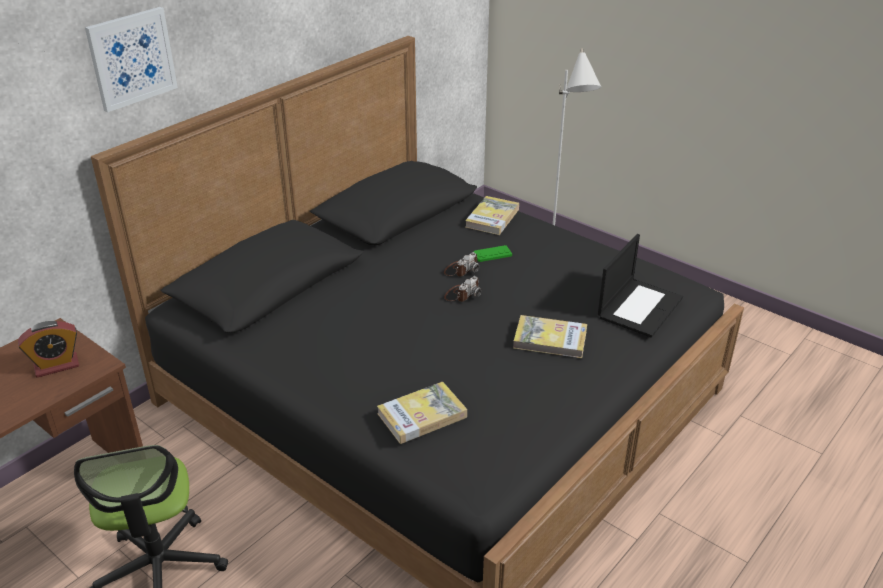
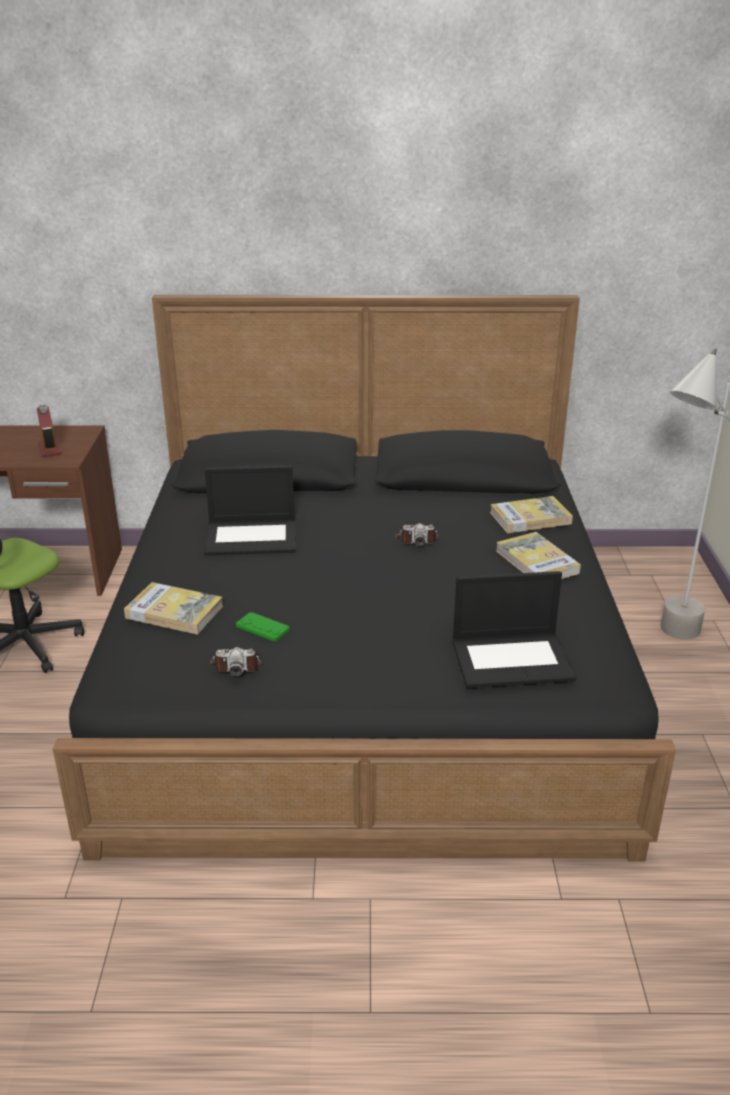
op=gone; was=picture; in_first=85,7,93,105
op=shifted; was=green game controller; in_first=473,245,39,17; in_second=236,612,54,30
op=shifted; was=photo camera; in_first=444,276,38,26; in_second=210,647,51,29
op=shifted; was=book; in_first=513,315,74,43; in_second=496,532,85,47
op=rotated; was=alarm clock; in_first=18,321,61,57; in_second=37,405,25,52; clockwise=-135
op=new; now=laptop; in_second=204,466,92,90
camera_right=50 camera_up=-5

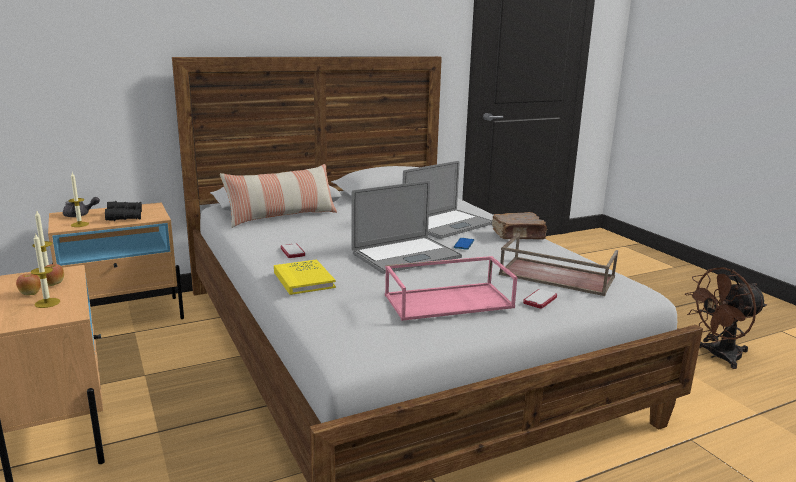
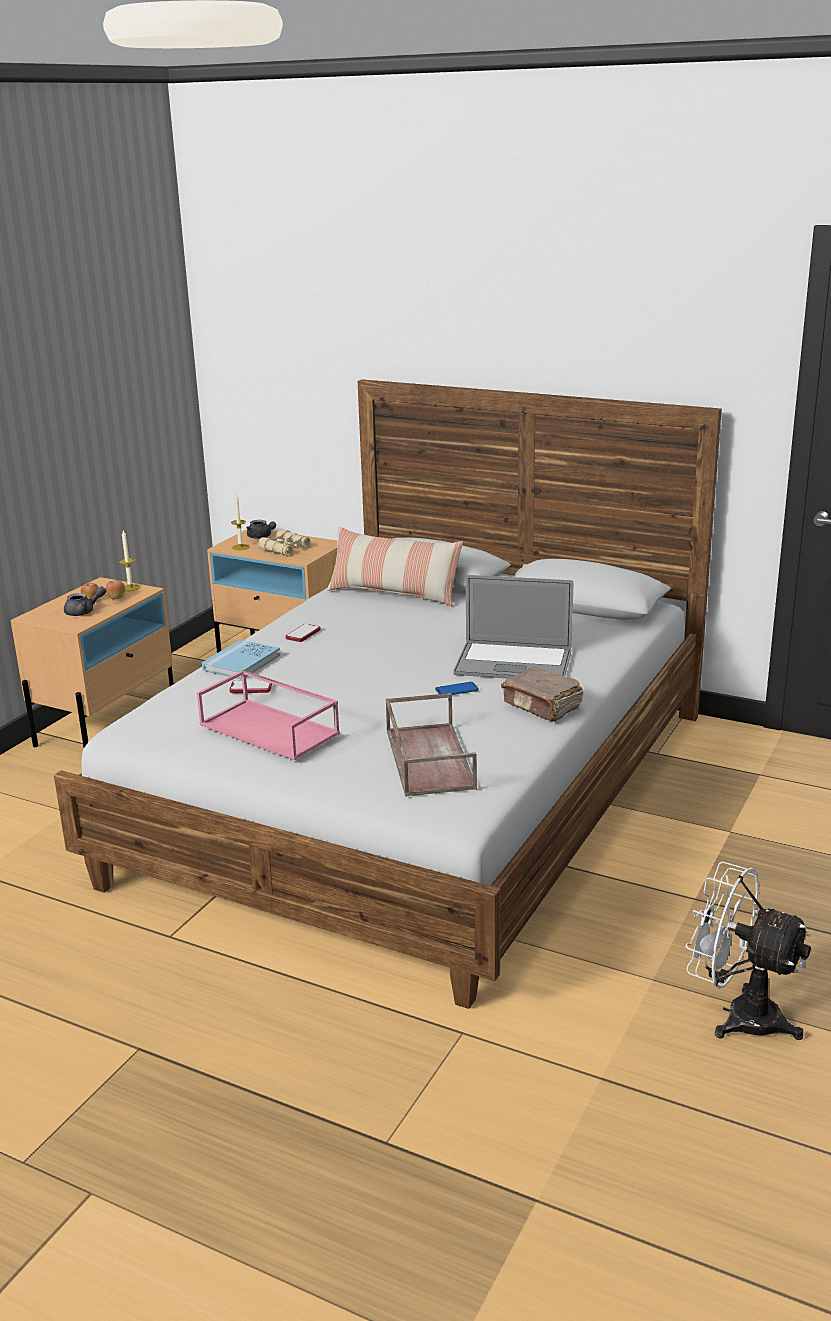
op=gone; was=laptop; in_first=351,181,111,93
op=repainted; was=black binoculars; now=beige binoculars; in_first=105,201,37,20; in_second=258,529,52,27
op=swapped; was=candle; now=grey teapot; in_first=31,233,29,75; in_second=64,586,42,30
op=repainted; was=yellow book; now=blue book; in_first=274,259,62,36; in_second=202,640,78,40
op=repainted; was=brown fan; now=white fan; in_first=685,267,82,102; in_second=685,861,126,179
op=shifted; was=phone; in_first=523,289,34,20; in_second=229,680,43,13
camera_right=55 camera_up=5

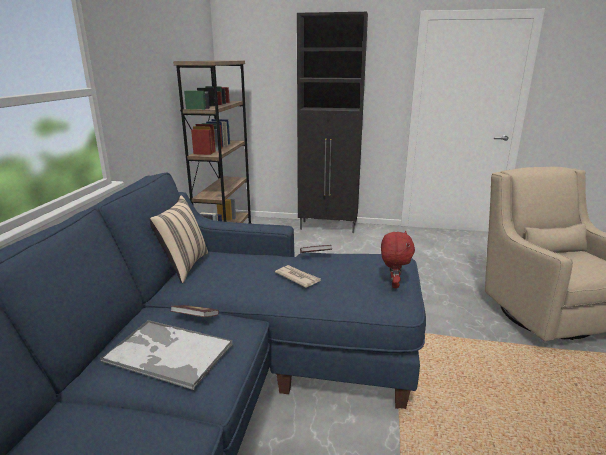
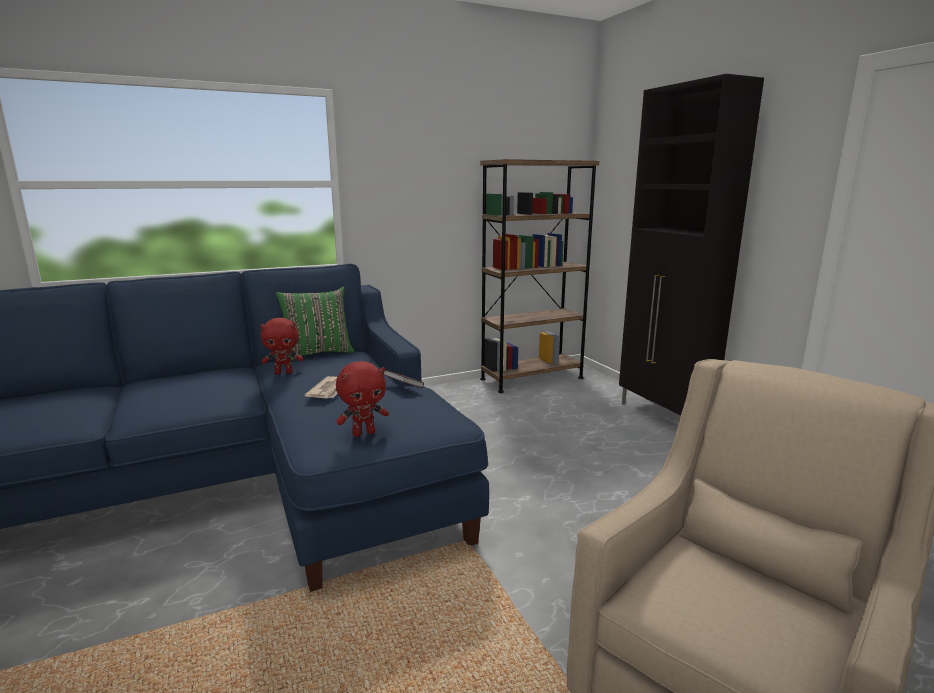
op=repainted; was=beige pillow; now=green pillow; in_first=150,195,58,88; in_second=276,286,79,75
op=gone; was=book; in_first=170,305,49,12
op=gone; was=tray; in_first=100,320,133,70
op=new; now=red plush toy; in_second=260,318,43,57
camera_right=55 camera_up=-5

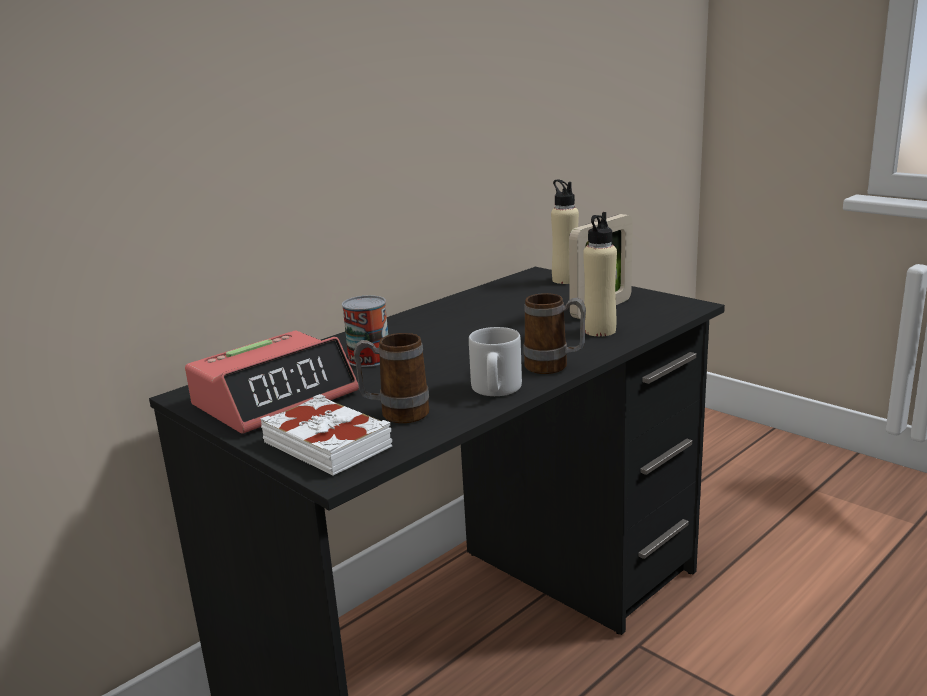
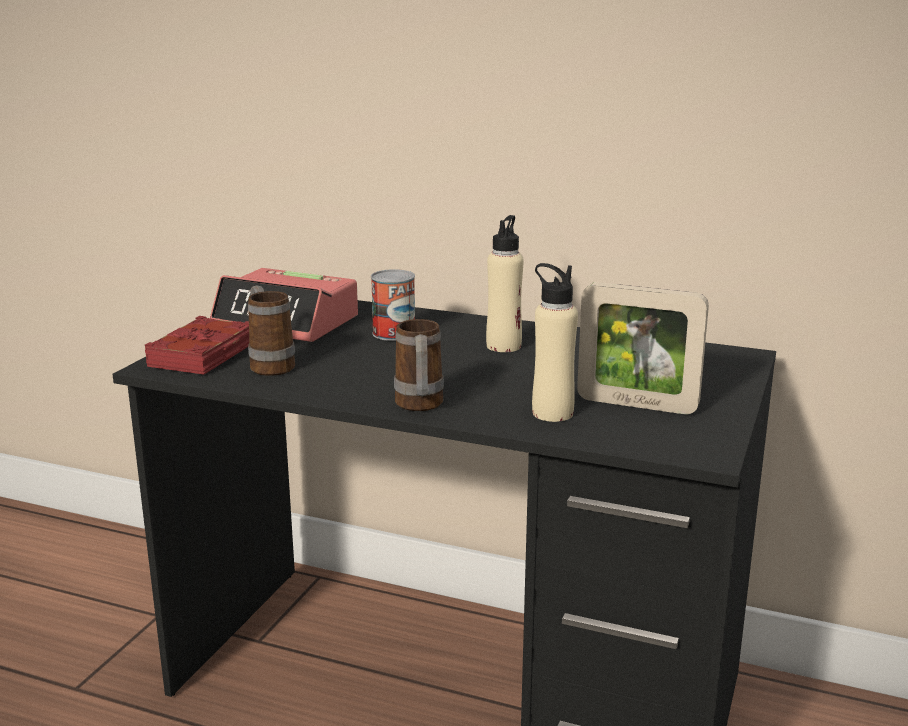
op=shifted; was=beige bottle; in_first=551,179,28,105; in_second=486,215,38,137
op=gone; was=grey mug; in_first=469,327,53,69
op=repainted; was=white book; now=red book; in_first=260,394,132,82; in_second=145,316,104,59
camera_right=65 camera_up=0

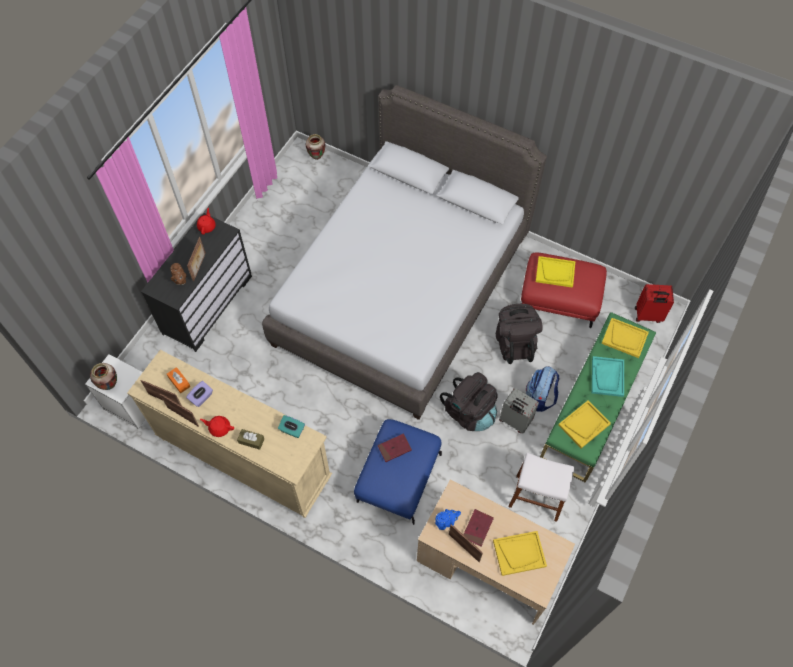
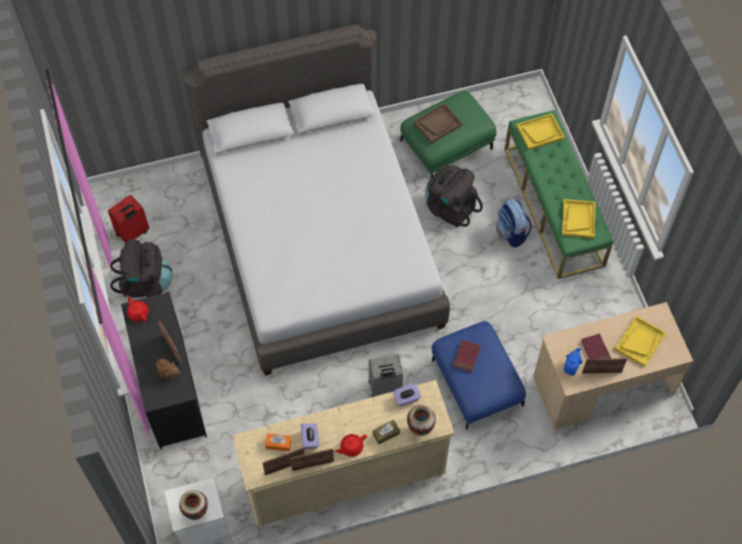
op=shifted; was=vase; in_first=305,134,20,26; in_second=407,405,29,31
op=repainted; was=red ottoman; now=green ottoman; in_first=521,253,86,75; in_second=400,91,97,87
op=repainted; was=yellow tray; now=brown tray; in_first=536,256,39,32; in_second=414,103,49,41
op=shifted; was=red suitcase; in_first=635,284,39,39; in_second=108,195,41,49
op=gone; was=turquoise tray; in_first=592,356,32,41
op=shifted; was=black backpack; in_first=440,372,58,59; in_second=110,239,63,59
op=shifted; was=grey suitcase; in_first=499,388,40,45; in_second=369,355,34,42
op=repainted; was=turquoise tissue box; now=purple tissue box; in_first=278,415,27,23; in_second=393,383,28,23
op=gone; was=white stool; in_first=508,453,66,69
camera_right=-45 camera_up=0

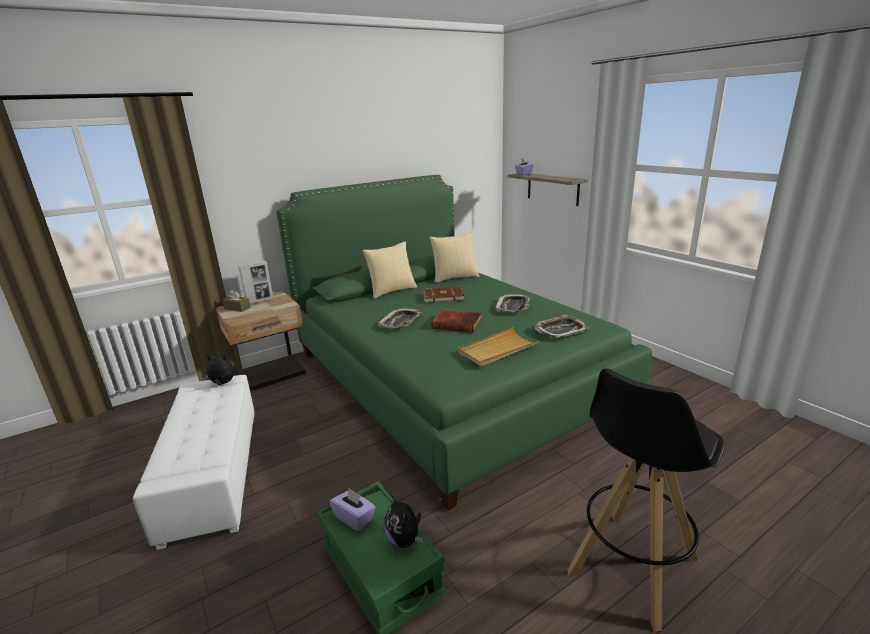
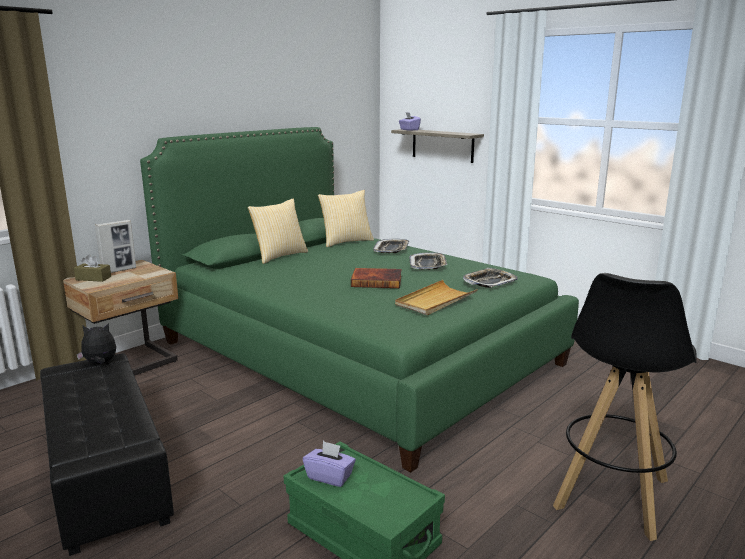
op=gone; was=brown book; in_first=423,287,41,16
op=shifted; was=tray; in_first=378,308,44,21; in_second=373,239,36,14
op=repainted; was=white ottoman; now=black ottoman; in_first=133,375,122,175; in_second=40,353,134,203
op=gone; was=plush toy; in_first=384,494,39,54
camera_right=-15 camera_up=-5

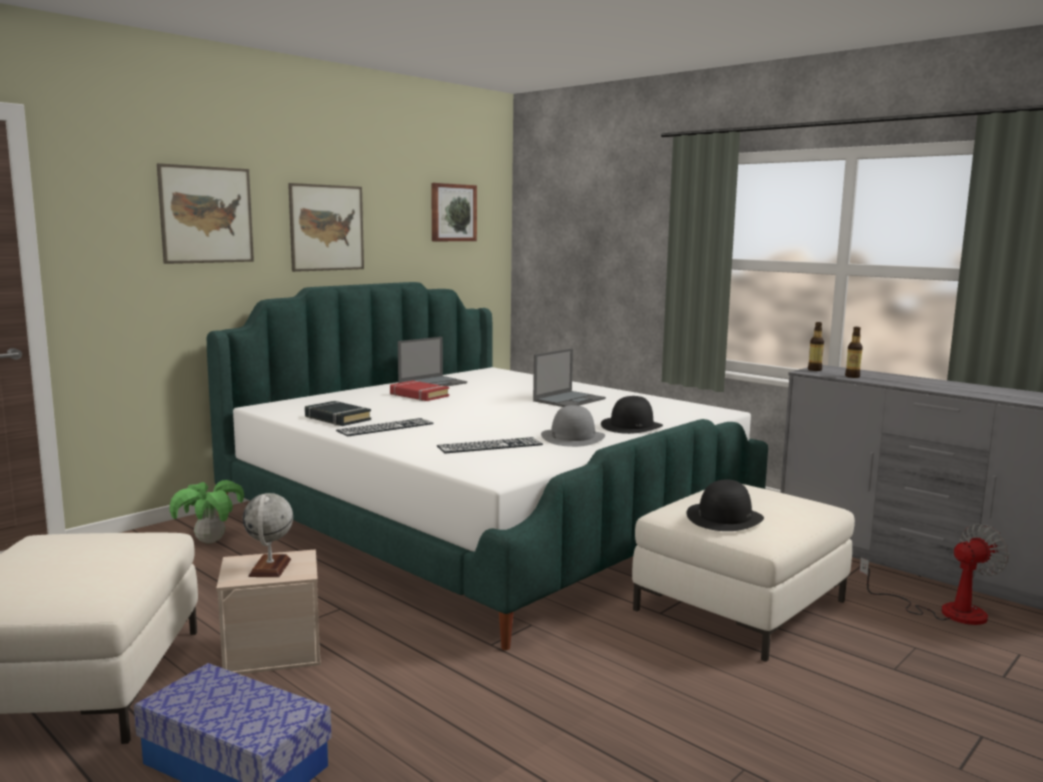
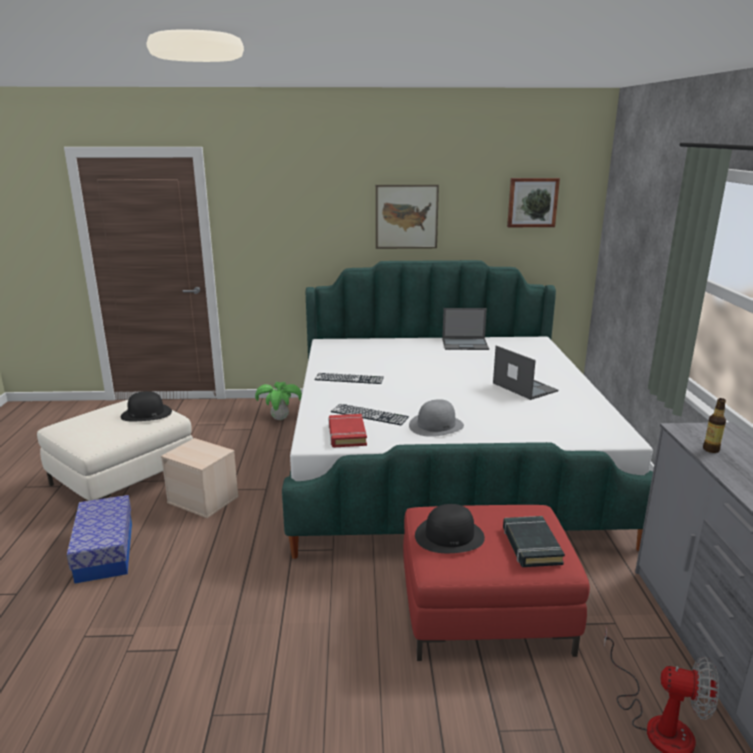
op=gone; was=picture; in_first=157,163,97,101
op=gone; was=bottle; in_first=808,322,16,49
op=rotated; was=laptop; in_first=533,348,73,59; in_second=493,346,65,54; clockwise=-120
op=shifted; was=red book; in_first=390,381,59,20; in_second=329,414,38,34
op=shifted; was=black hat; in_first=601,396,62,38; in_second=121,391,51,30
op=shifted; was=black book; in_first=305,401,66,25; in_second=503,516,62,51
op=repainted; was=white ottoman; now=red ottoman; in_first=632,484,223,178; in_second=403,505,187,156
op=gone; was=globe; in_first=243,493,50,84
camera_right=45 camera_up=10

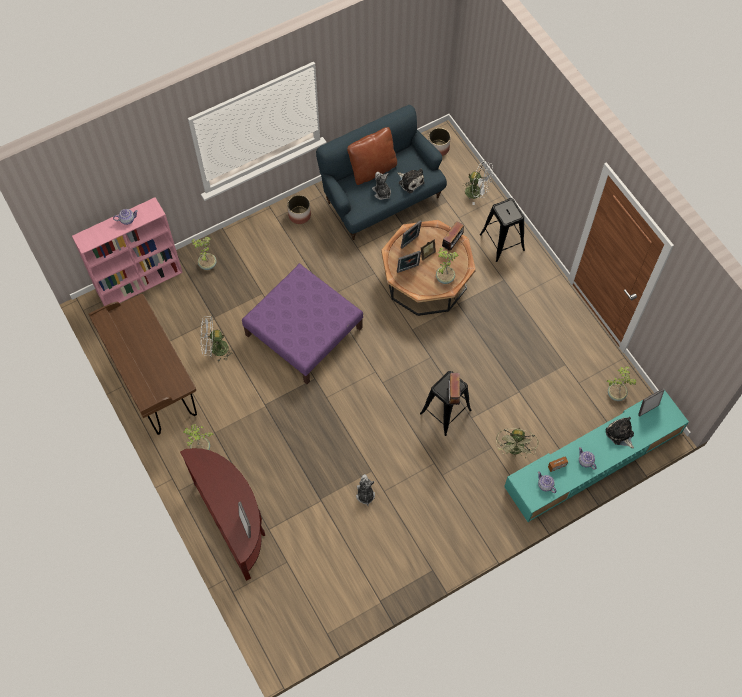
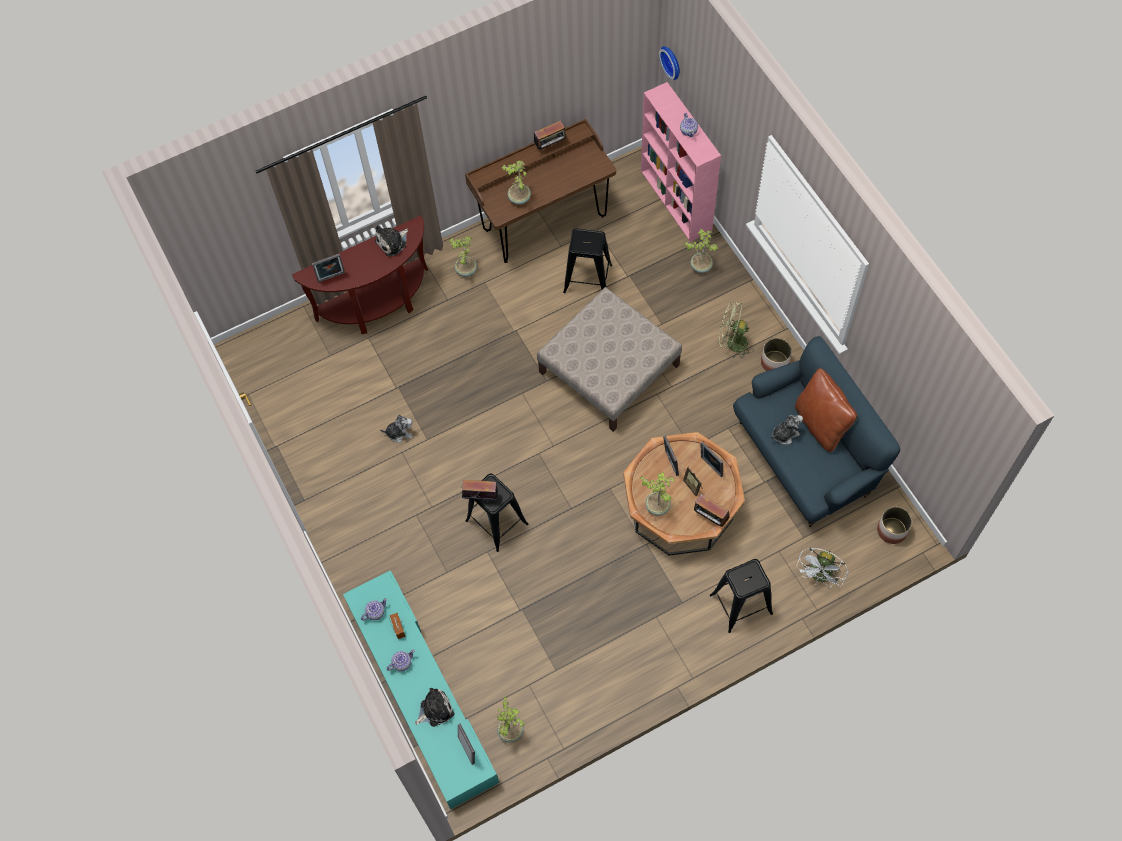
op=shifted; was=plush toy; in_first=397,169,28,24; in_second=375,225,33,31
op=repainted; was=purple ottoman; now=beige ottoman; in_first=242,263,121,121; in_second=537,287,145,145
op=swapped; was=white fan; now=black stool; in_first=201,316,33,46; in_second=563,228,49,65
op=shifted; was=green fan; in_first=496,428,42,30; in_second=718,301,36,58
op=new; now=wall clock; in_second=659,46,21,34
op=new; now=radio; in_second=534,120,33,30
op=new; now=potted plant; in_second=501,161,30,44
camera_right=95 camera_up=0

